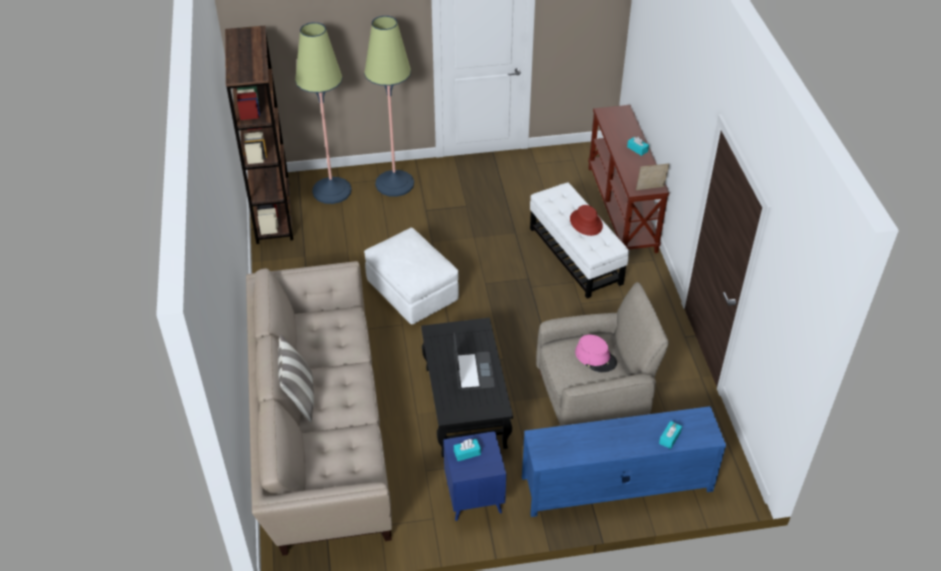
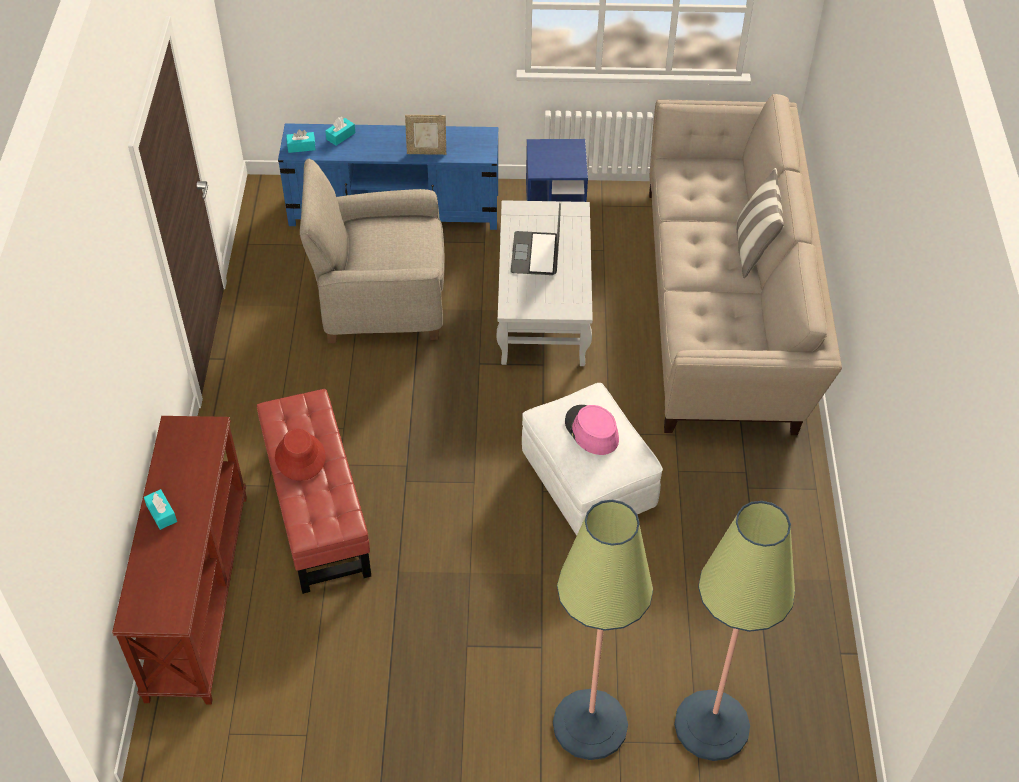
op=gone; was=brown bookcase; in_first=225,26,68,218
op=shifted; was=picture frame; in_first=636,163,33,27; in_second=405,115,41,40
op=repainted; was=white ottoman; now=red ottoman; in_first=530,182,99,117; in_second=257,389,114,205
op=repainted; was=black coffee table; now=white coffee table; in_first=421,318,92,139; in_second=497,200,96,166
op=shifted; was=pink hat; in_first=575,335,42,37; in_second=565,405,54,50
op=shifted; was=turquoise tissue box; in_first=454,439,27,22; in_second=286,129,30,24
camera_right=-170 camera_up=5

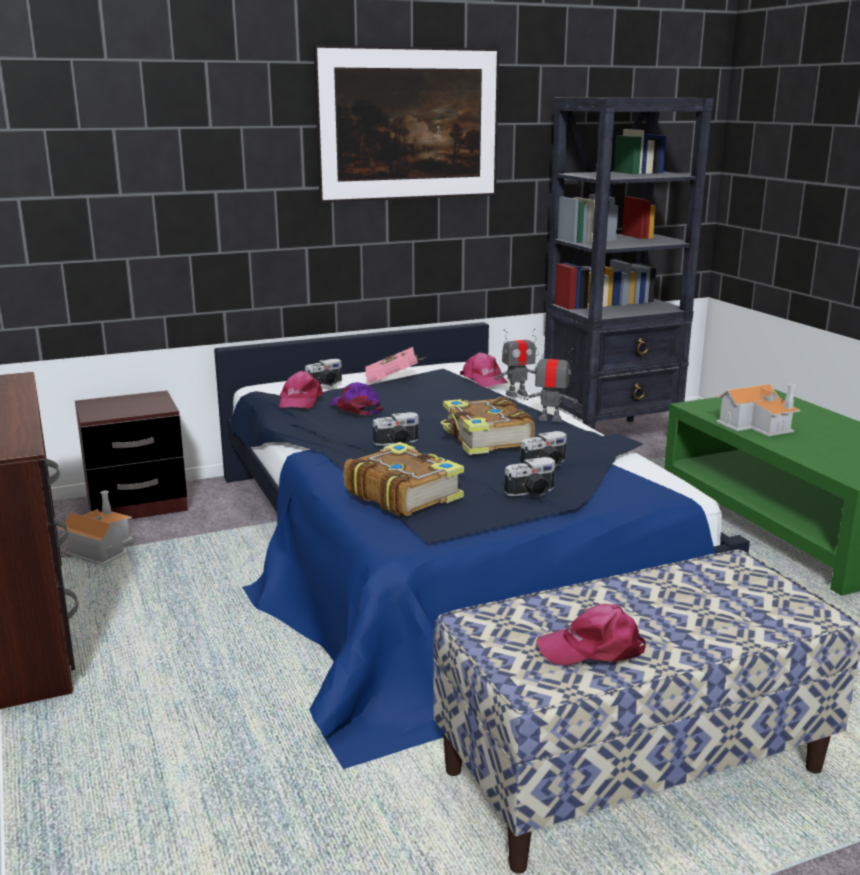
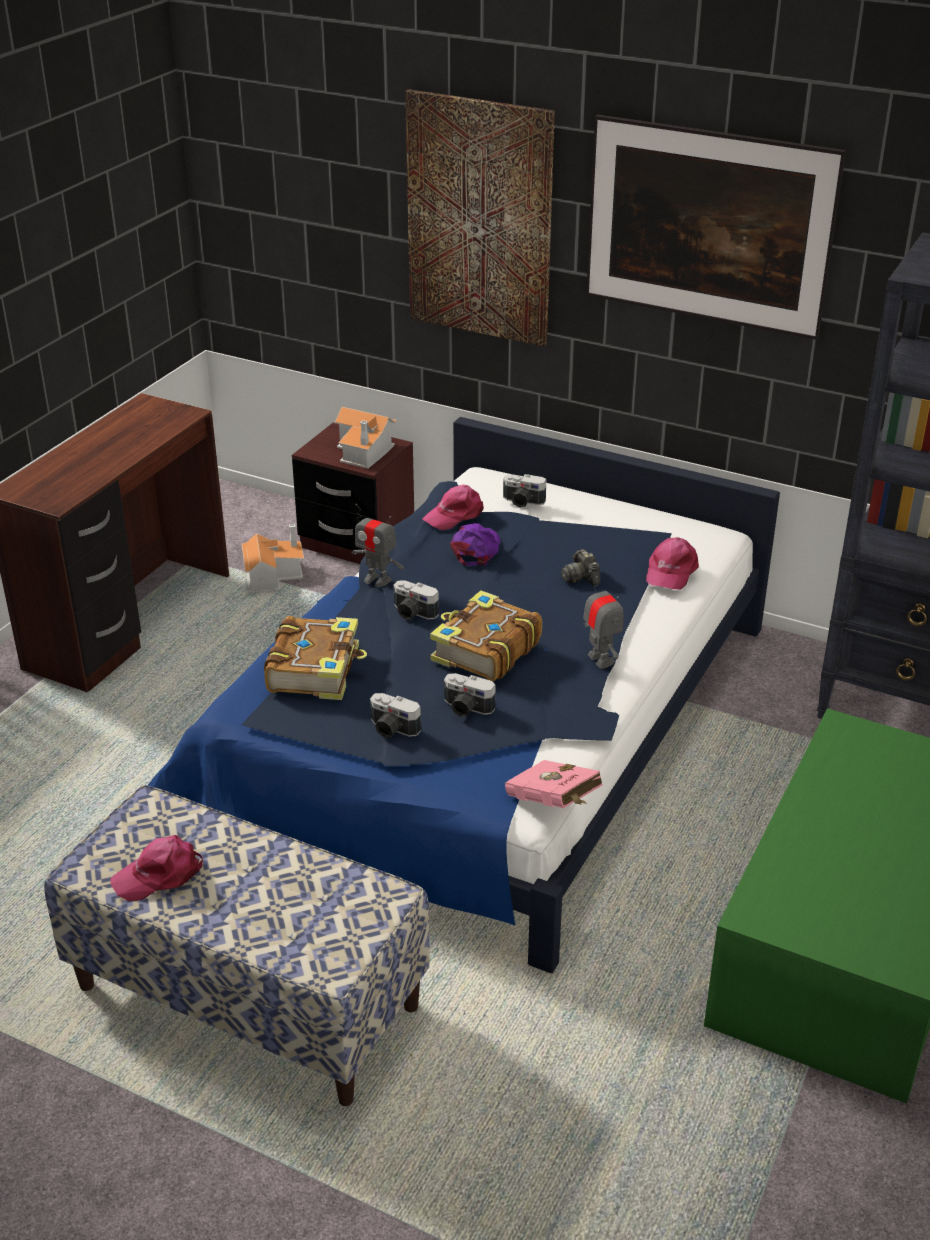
op=shifted; was=toy robot; in_first=494,328,43,70; in_second=352,504,52,83
op=shifted; was=pink book; in_first=365,347,61,36; in_second=505,760,98,48
op=shifted; was=toy house; in_first=716,384,84,52; in_second=335,407,62,62
op=rotated; was=pink cap; in_first=536,604,110,62; in_second=110,835,93,67; clockwise=-75
op=new; now=picture; in_second=405,89,150,257
op=new; now=photo camera; in_second=561,549,39,37
camera_right=50 camera_up=15

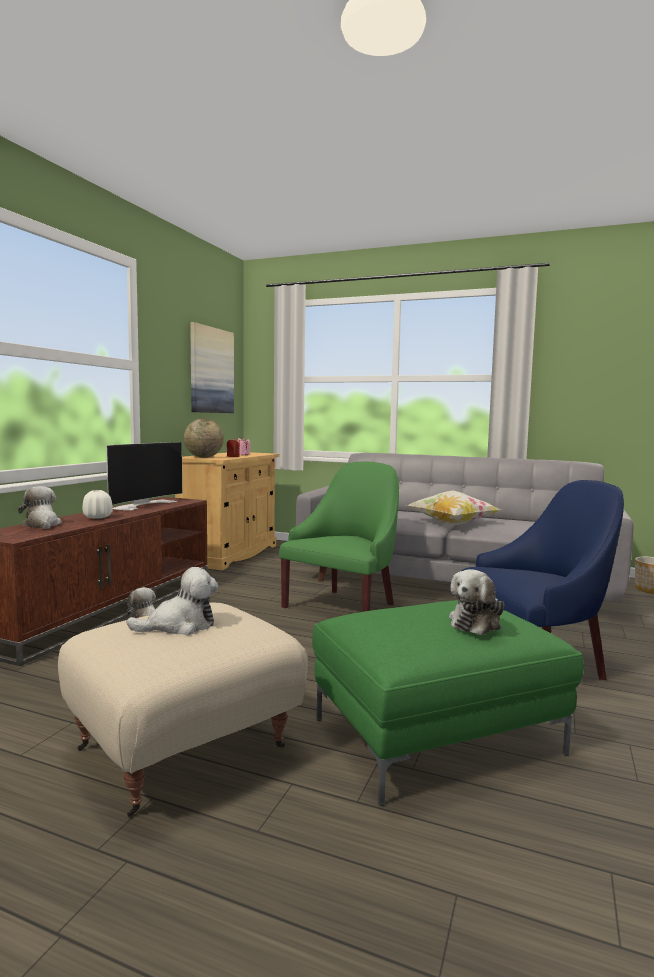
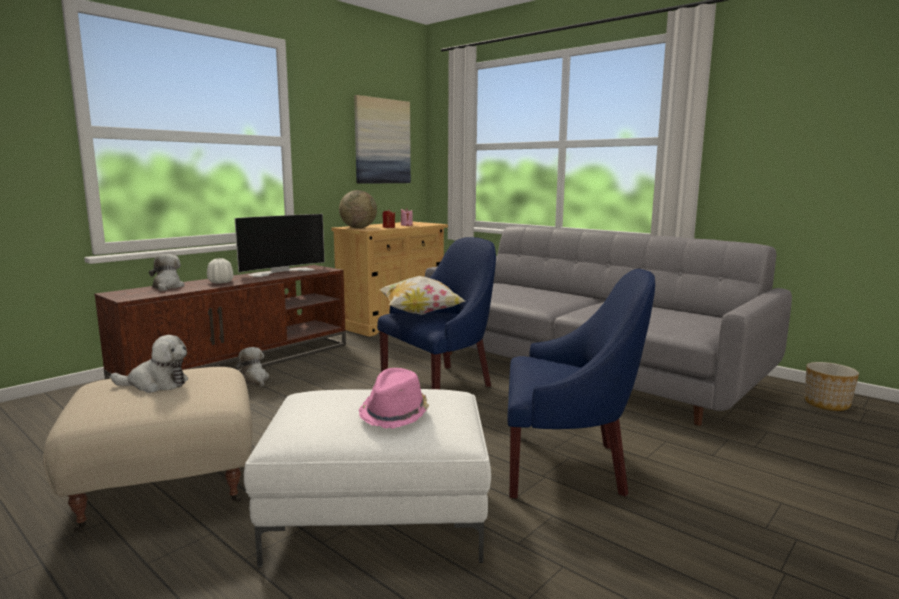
op=repainted; was=green armchair; now=blue armchair; in_first=279,462,120,150; in_second=377,237,119,152
op=shifted; was=pillow; in_first=407,490,93,35; in_second=379,276,86,39
op=swapped; was=plush toy; now=pink hat; in_first=449,569,56,66; in_second=359,368,70,61
op=repainted; was=green ottoman; now=white ottoman; in_first=312,600,272,206; in_second=244,389,247,179
camera_right=20 camera_up=5

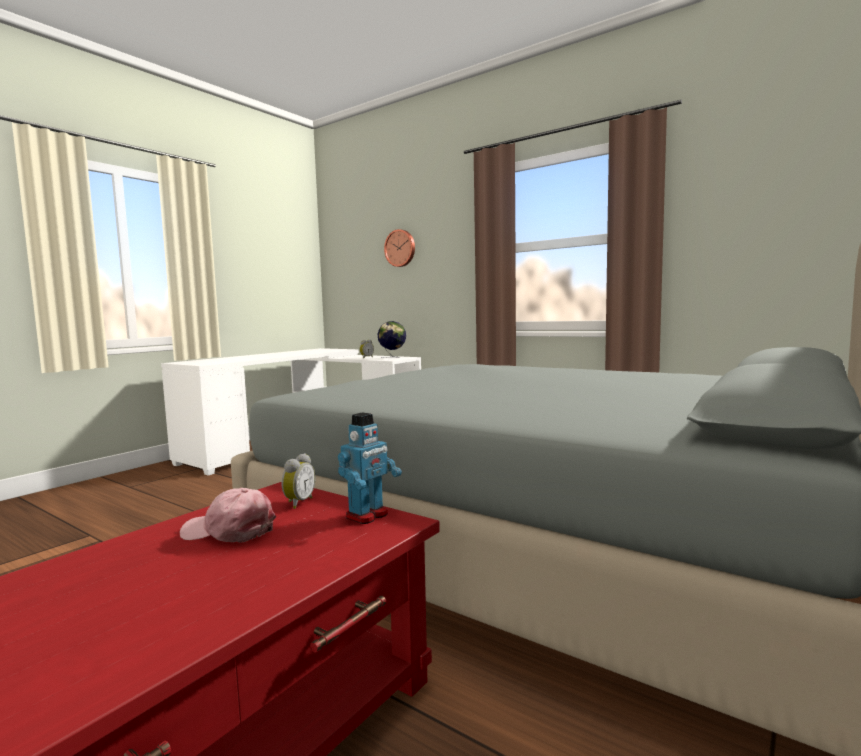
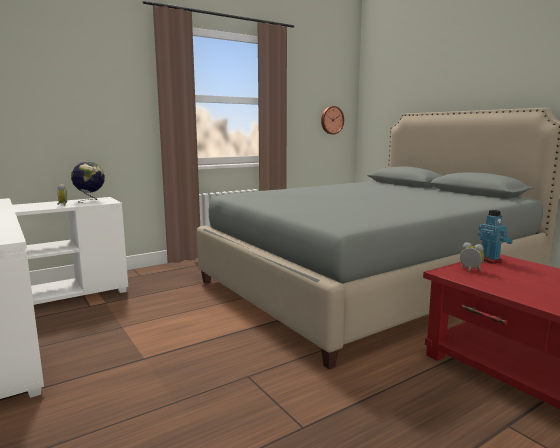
op=shifted; was=wall clock; in_first=384,229,31,38; in_second=321,106,23,28
op=gone; was=pink cap; in_first=180,488,96,55
camera_right=-70 camera_up=5

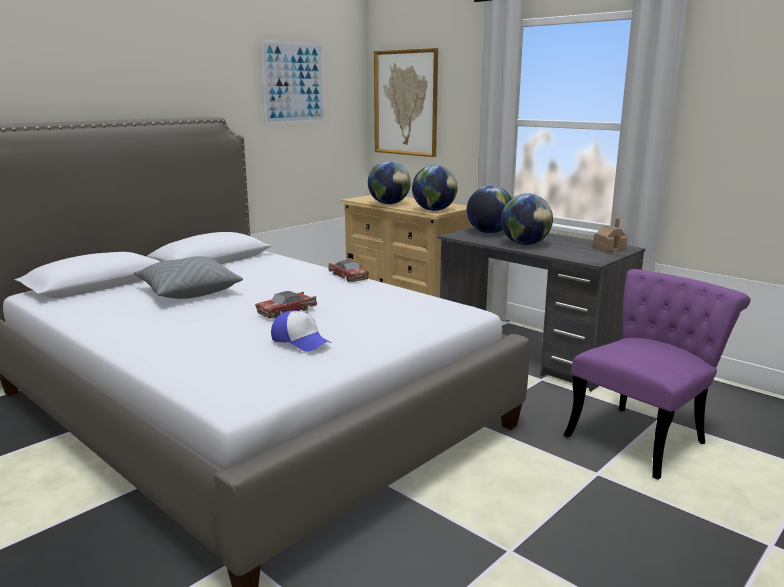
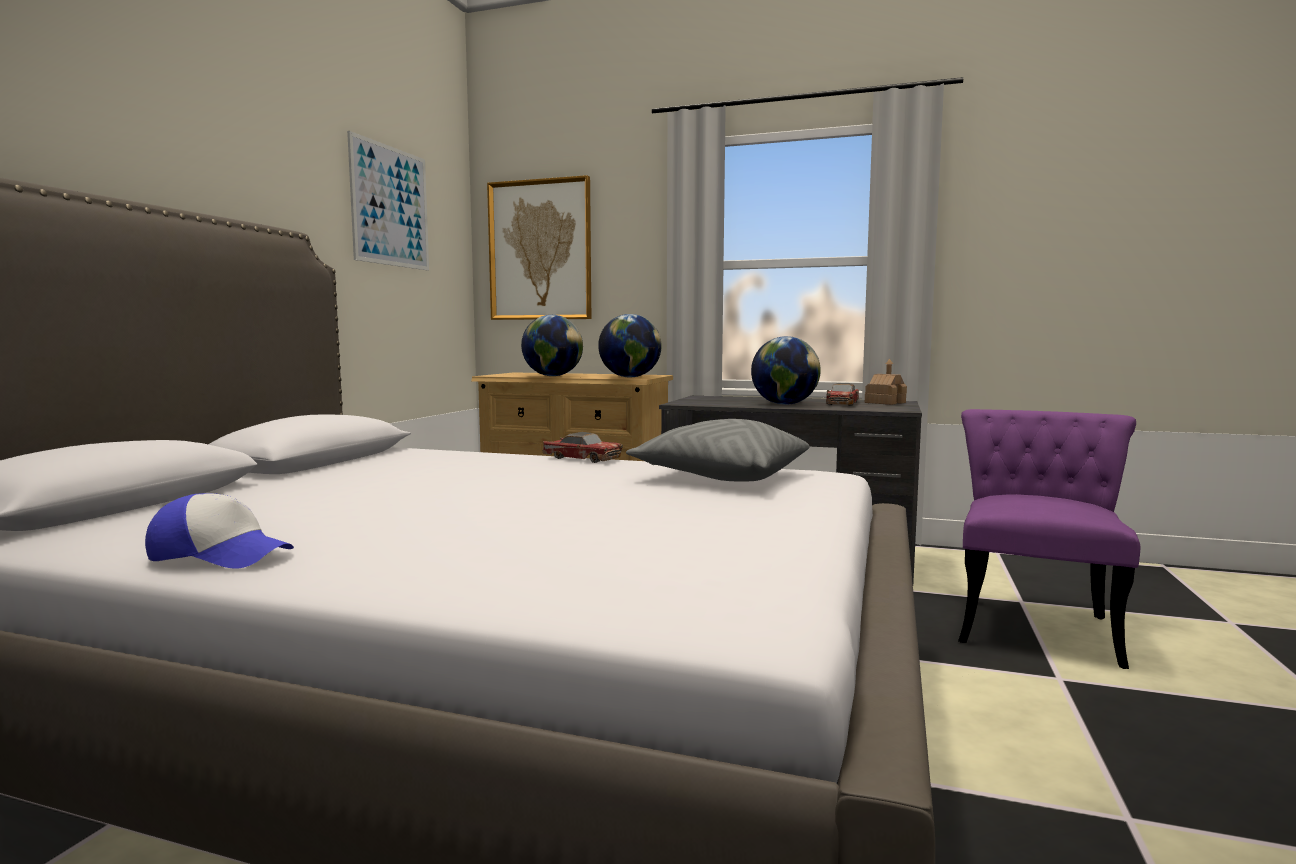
op=gone; was=globe; in_first=467,186,45,47
op=shifted; was=grey pillow; in_first=134,256,109,43; in_second=626,419,184,63
op=shifted; was=toy car; in_first=255,291,62,28; in_second=826,383,33,23
op=shifted; was=cap; in_first=271,310,60,42; in_second=145,493,149,76
camera_right=-25 camera_up=-10

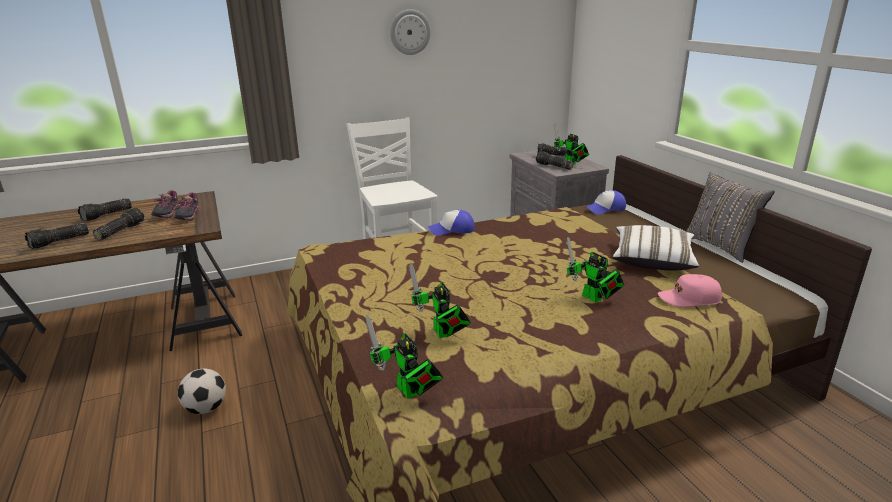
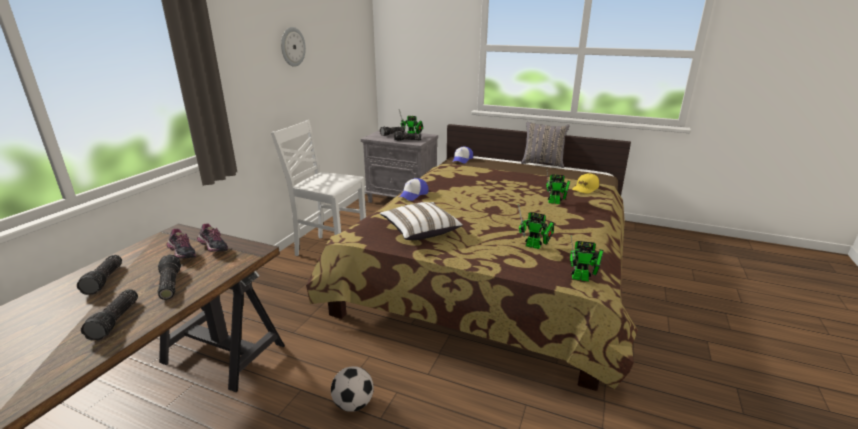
op=shifted; was=white pillow; in_first=613,225,86,46; in_second=380,202,83,38
op=repainted; was=pink cap; now=yellow cap; in_first=658,274,64,33; in_second=572,173,27,21
camera_right=-45 camera_up=0

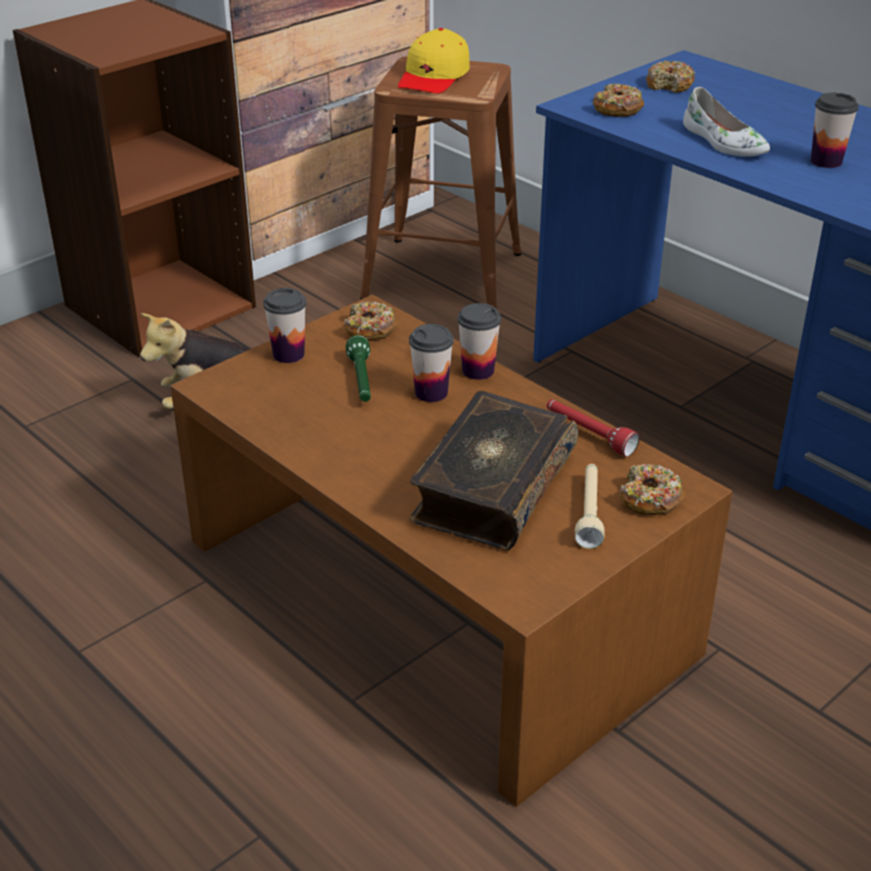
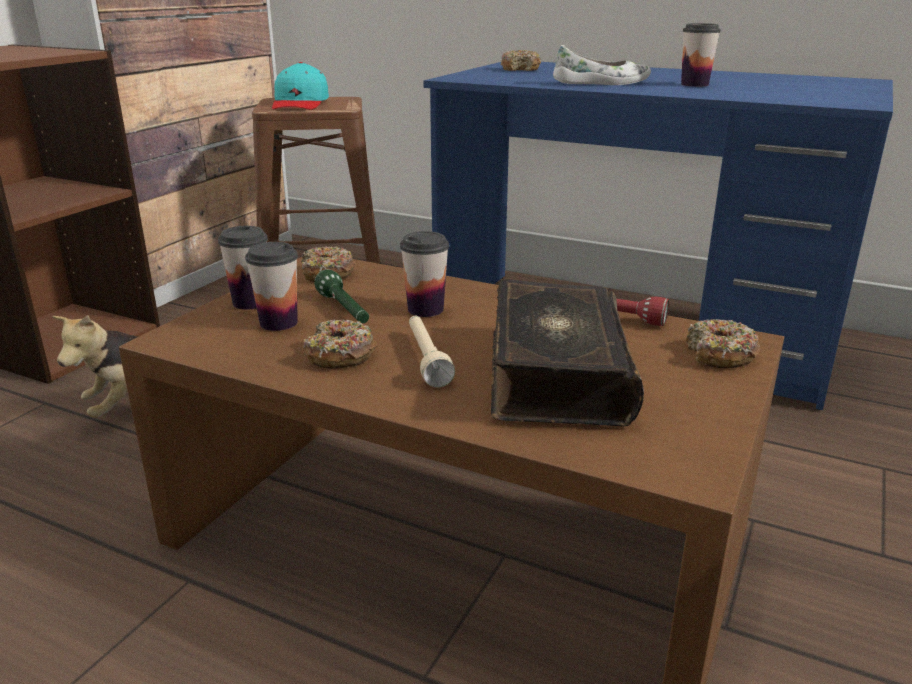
op=repainted; was=yellow cap; now=turquoise cap; in_first=398,28,72,66; in_second=272,62,57,48
op=shifted; was=donut; in_first=593,84,51,33; in_second=303,319,74,50
op=rotated; was=white shoe; in_first=683,87,87,70; in_second=553,45,98,40; clockwise=-45
op=shifted; was=cup; in_first=457,303,44,77; in_second=245,242,53,89
op=shifted; was=beige flashlight; in_first=575,464,30,85; in_second=409,316,46,72
camera_right=-20 camera_up=-10

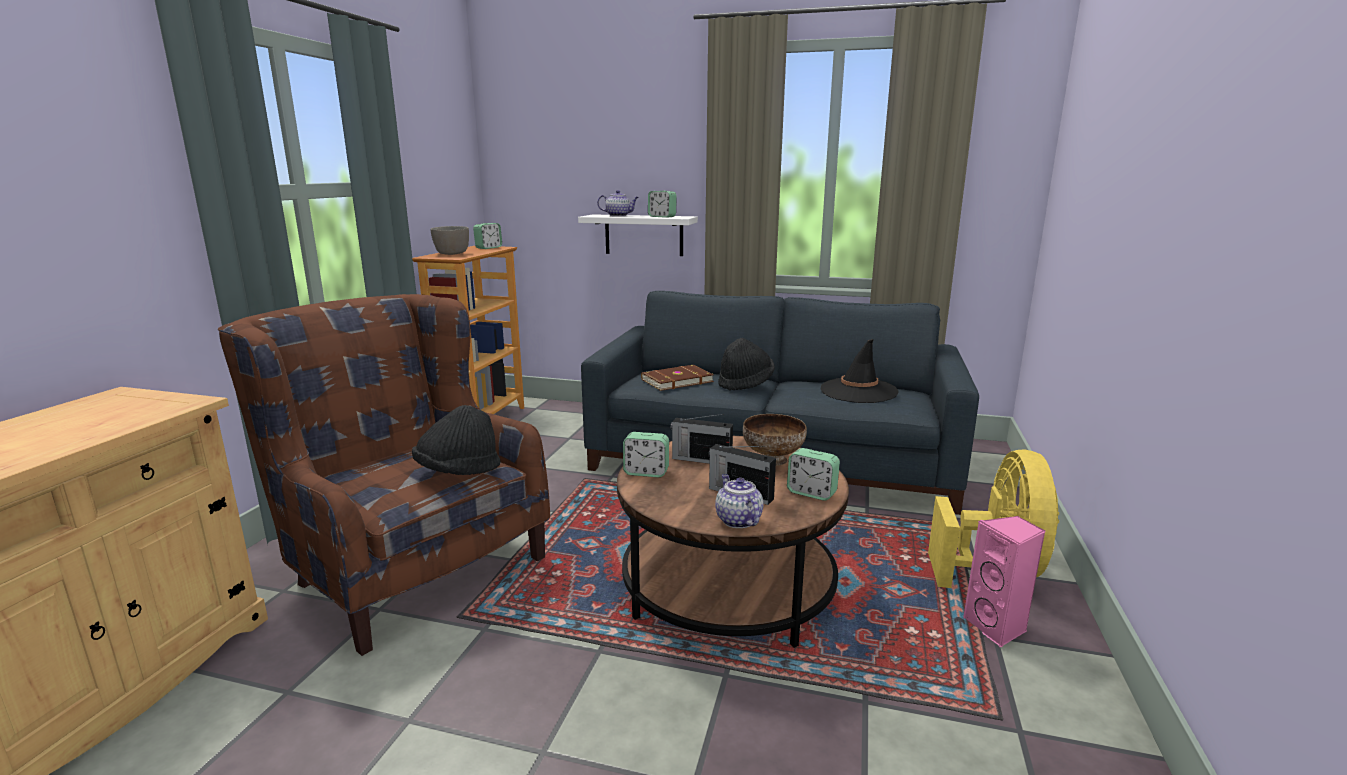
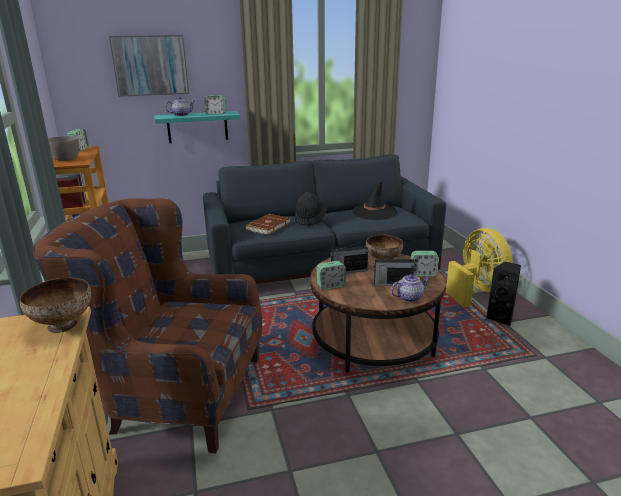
op=repainted; was=white shelf; now=turquoise shelf; in_first=578,214,120,42; in_second=154,111,86,32
op=gone; was=black hat; in_first=412,405,89,70
op=rotated; was=teapot; in_first=715,474,49,54; in_second=391,274,39,28; clockwise=120
op=repainted; was=pink speaker; now=black speaker; in_first=963,516,82,131; in_second=486,261,35,65
op=new; now=picture; in_second=109,35,80,62
op=new; now=bowl; in_second=20,278,71,55
camera_right=-30 camera_up=5

